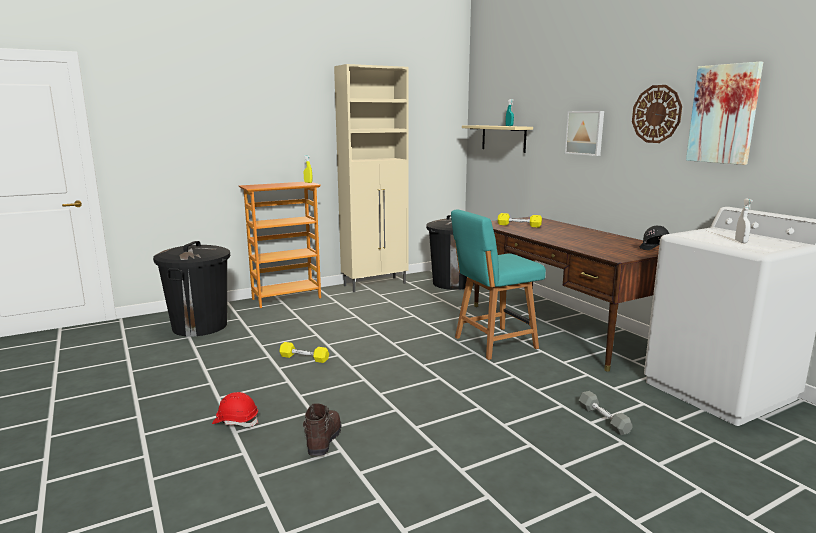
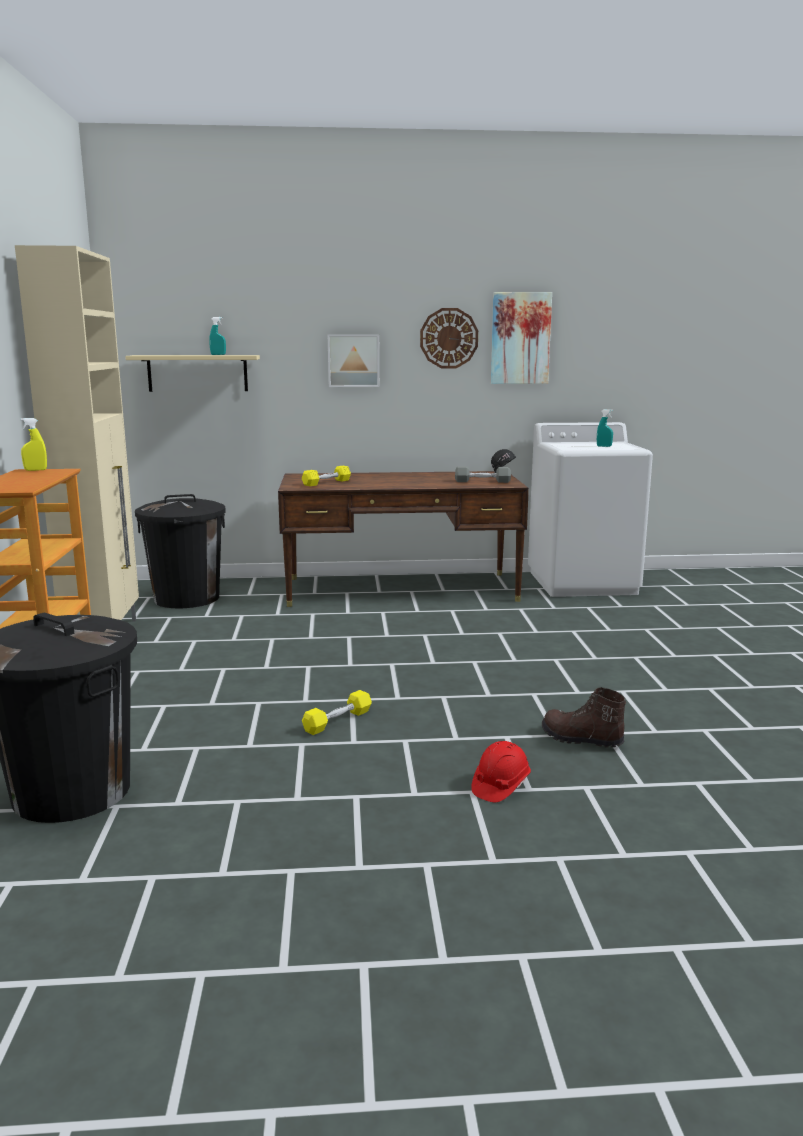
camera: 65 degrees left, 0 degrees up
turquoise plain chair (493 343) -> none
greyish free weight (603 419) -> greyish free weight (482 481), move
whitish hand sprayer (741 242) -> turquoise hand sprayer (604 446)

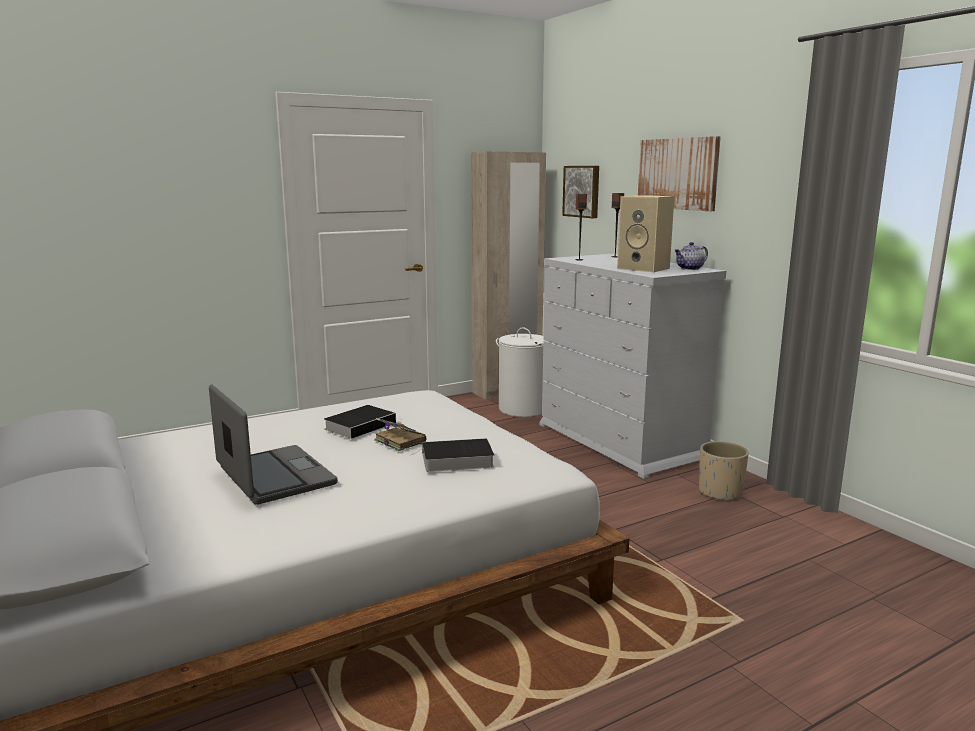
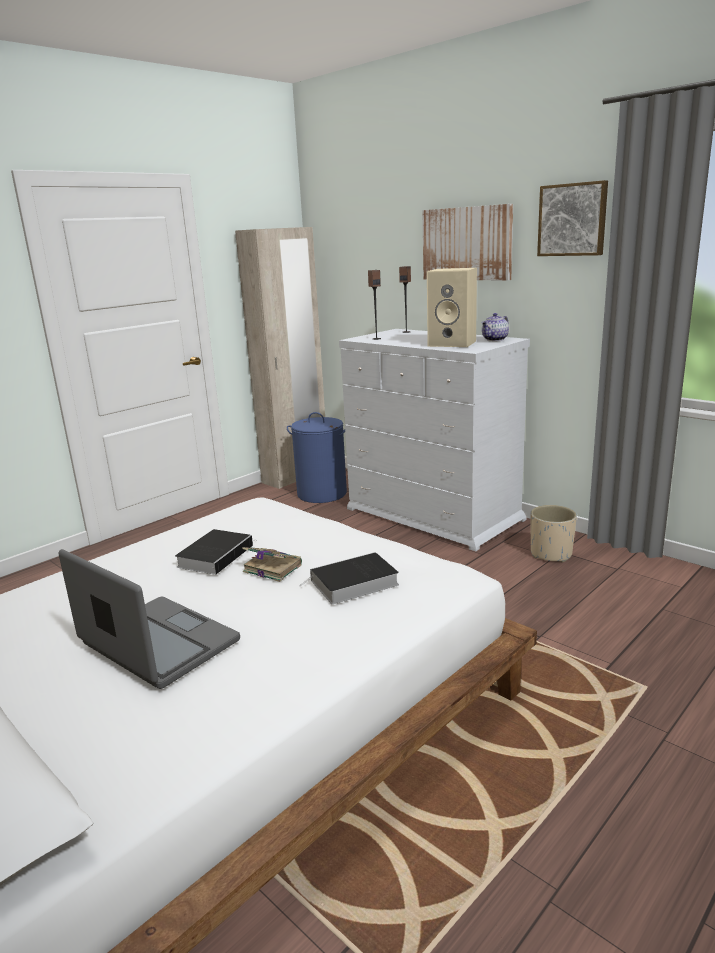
camera: 15 degrees left, 5 degrees up
whitish hamper (523 409) -> blue-coloured hamper (322 494)
wall art (582 191) -> wall art (573 220), move

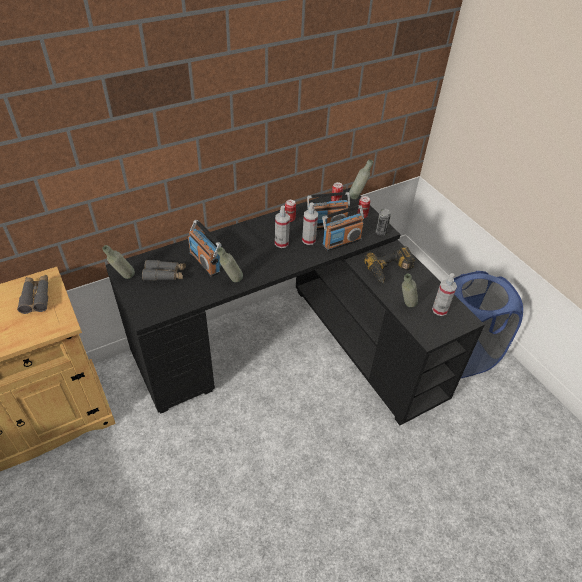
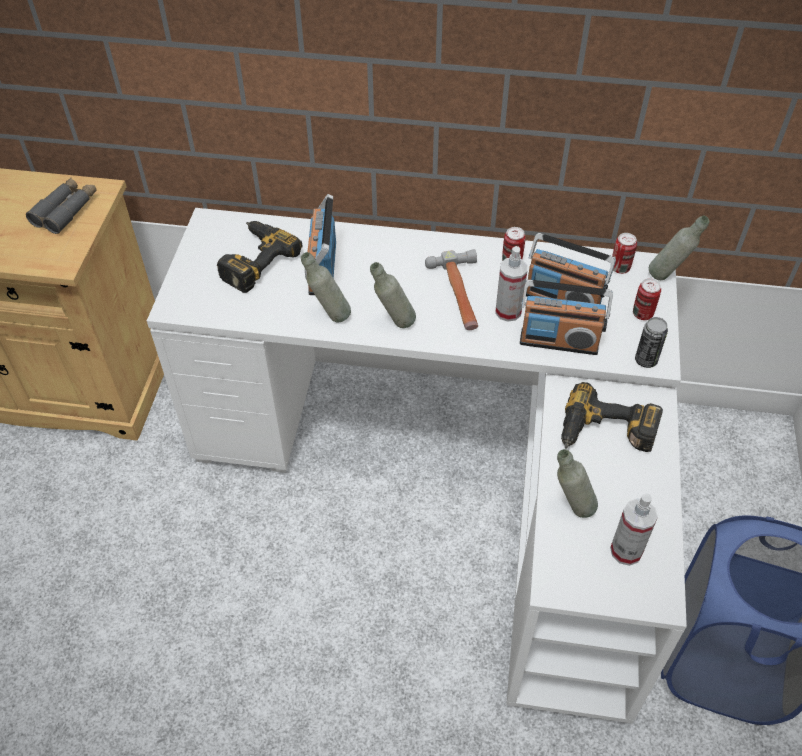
camera: 40 degrees right, 5 degrees up
greyish beverage bottle (123 279) -> greyish beverage bottle (394 324), move
black desk table (294 345) -> whitish desk table (454 476)
greyish binoculars (165 274) -> power drill (253 260)
hand sprayer (281 243) -> hand hammer (460 295)

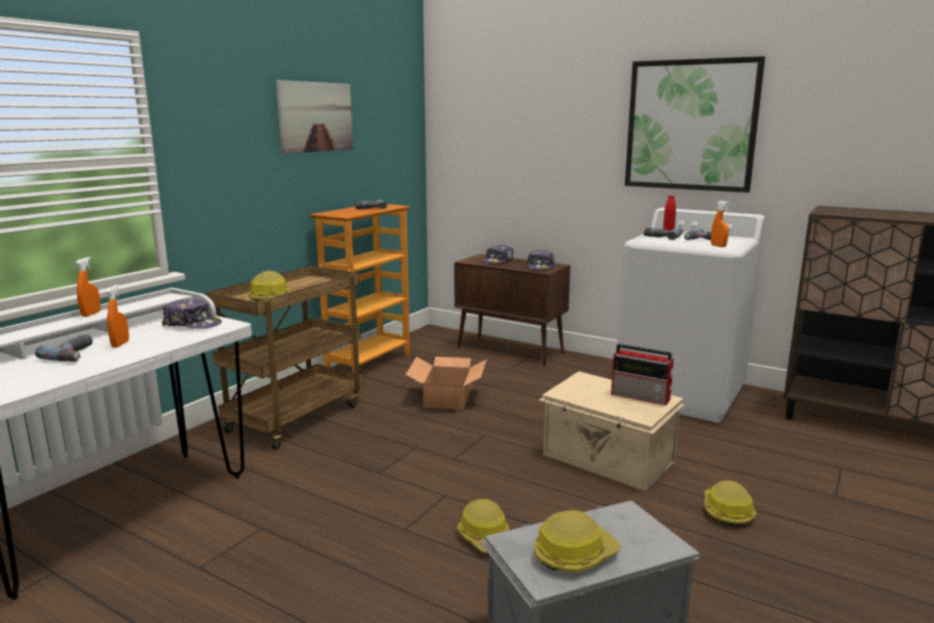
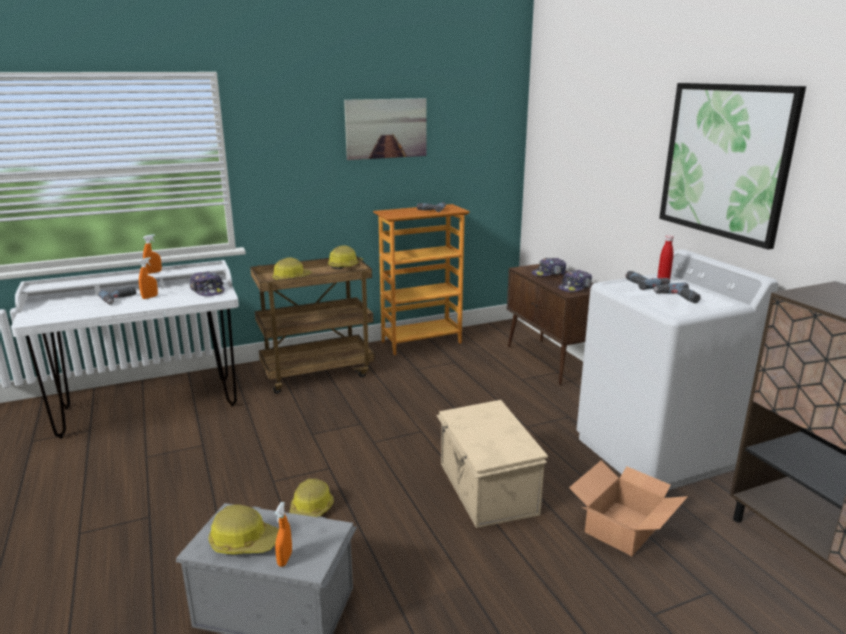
camera: 35 degrees right, 5 degrees up
carton (448 398) -> carton (624 528), move
radio set (642 397) -> none
safety helmet (726 512) -> safety helmet (345 265), move
orange-coloured hand sprayer (718 246) -> orange-coloured hand sprayer (285 559), move

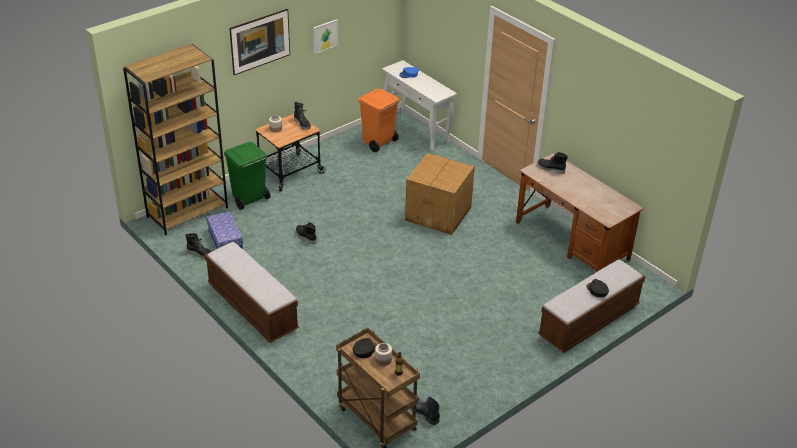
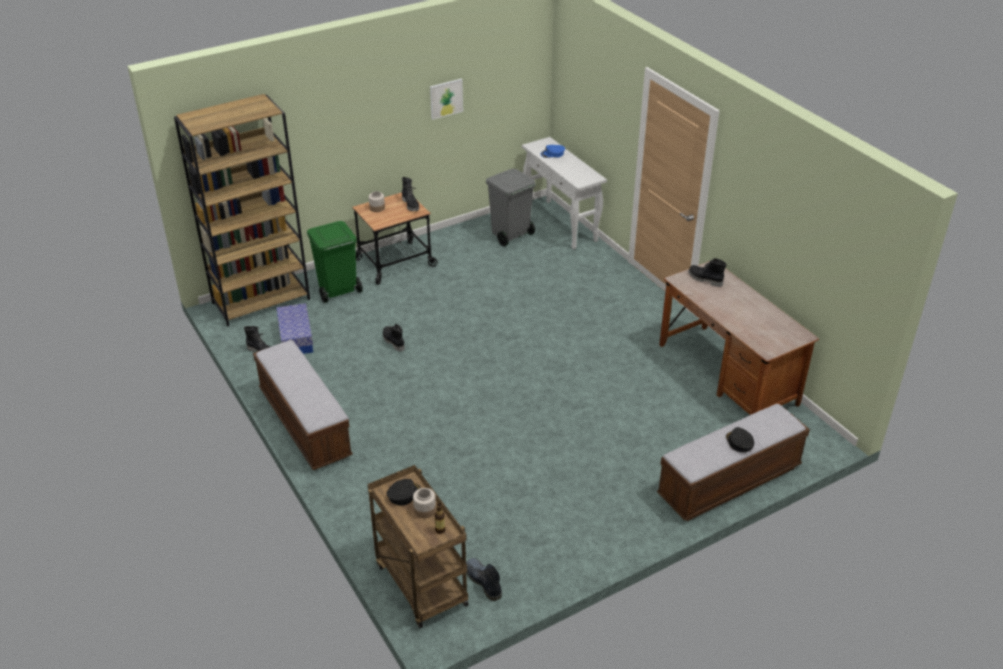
camera: 10 degrees right, 0 degrees up
wall art (261 53) -> none
orange-coloured waste bin (378 143) -> greyish waste bin (510 235)
carton (439 213) -> none

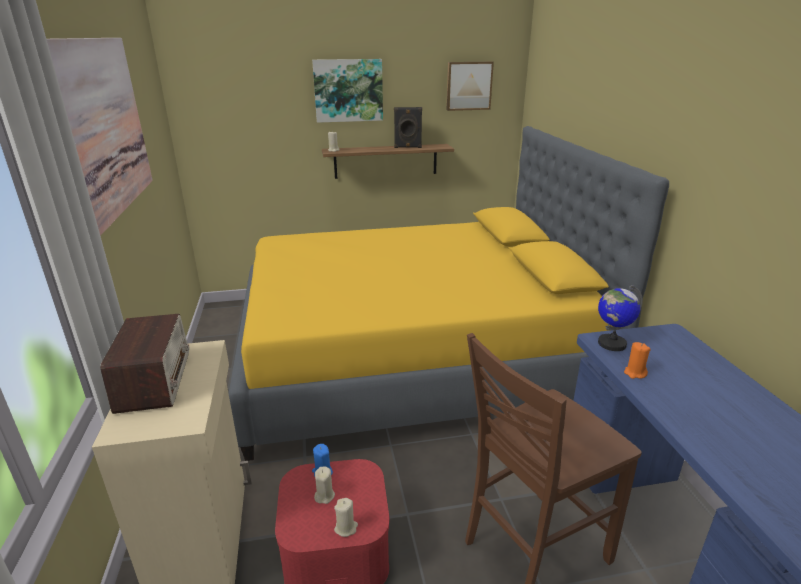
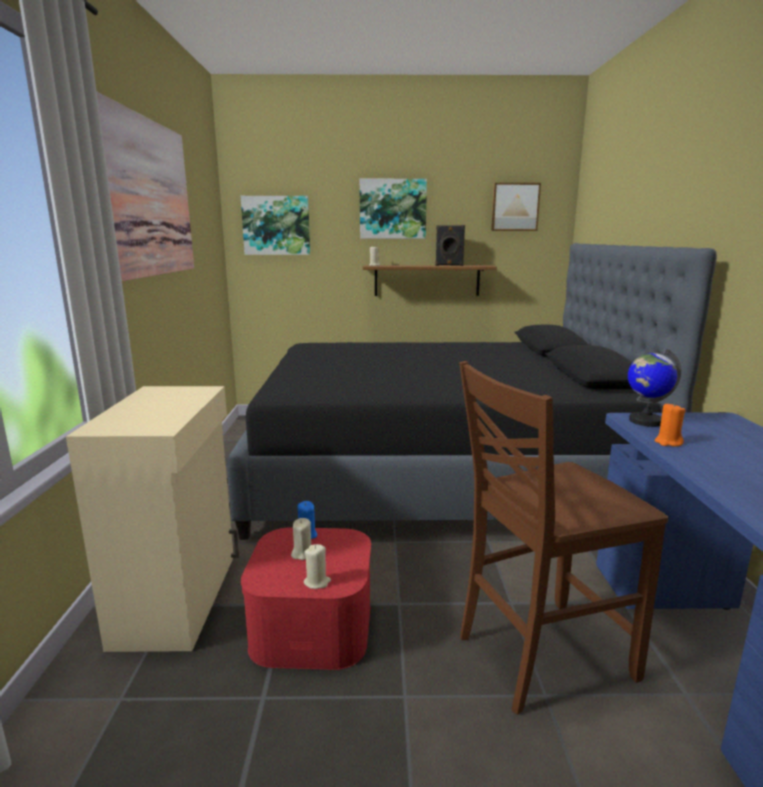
camera: 10 degrees right, 10 degrees down
radio set (154 380) -> none
yellowish bedroom bed (412 357) -> black bedroom bed (436 471)
none -> wall art (276 225)

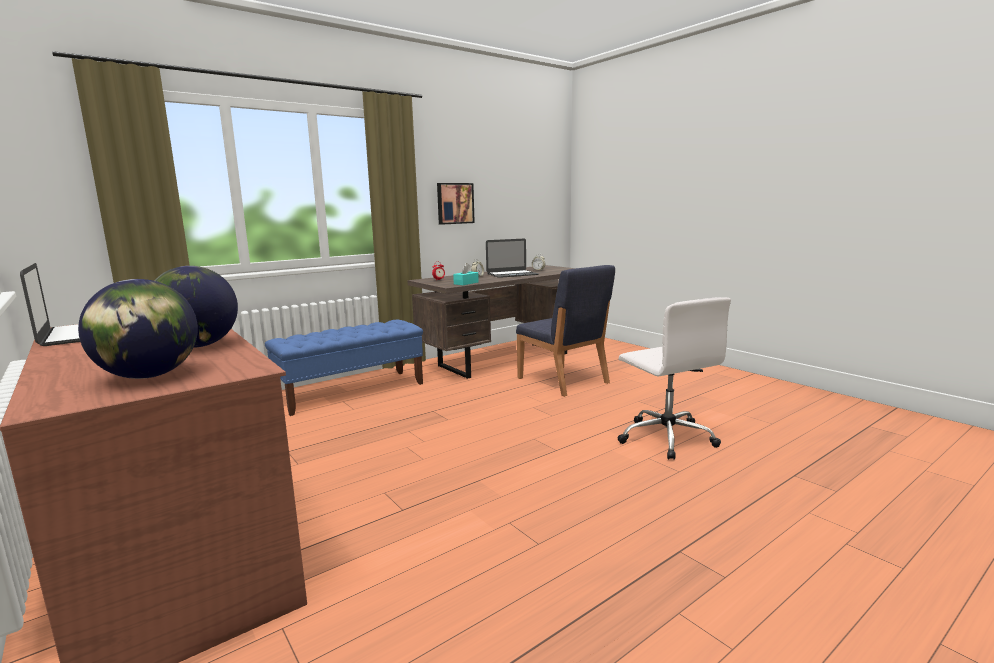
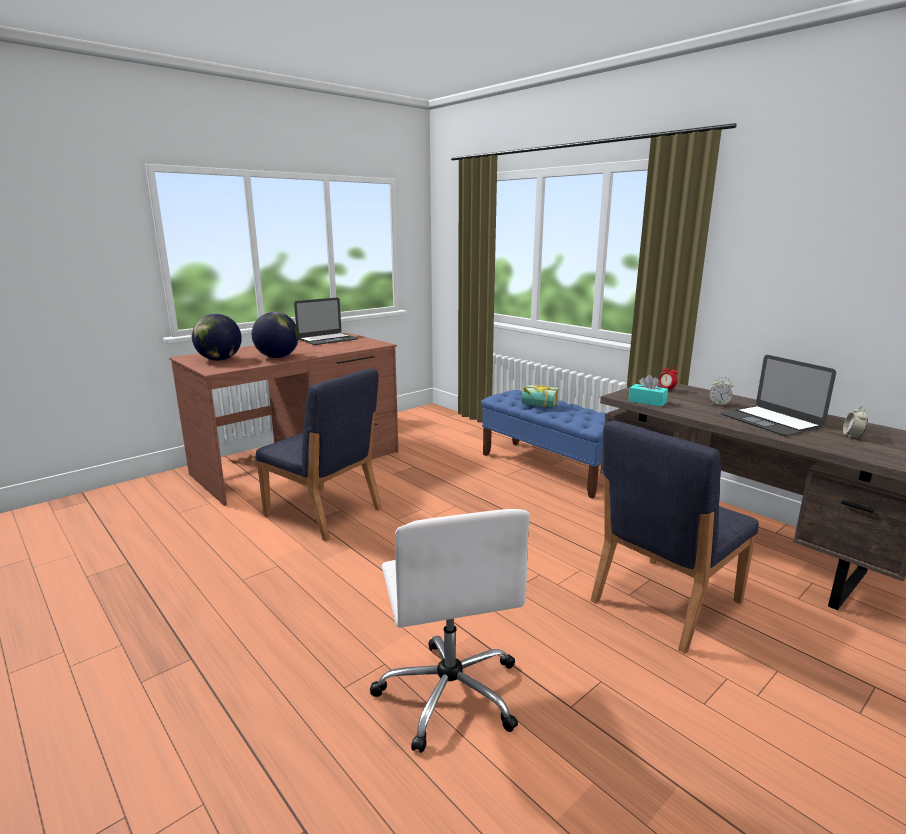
camera: 85 degrees right, 5 degrees up
wall art (454 203) -> none
whitish office chair (666 437) -> whitish office chair (449 692), 75 degrees counterclockwise
none -> blue-coloured plain chair (324 513)
none -> volume (538 405)

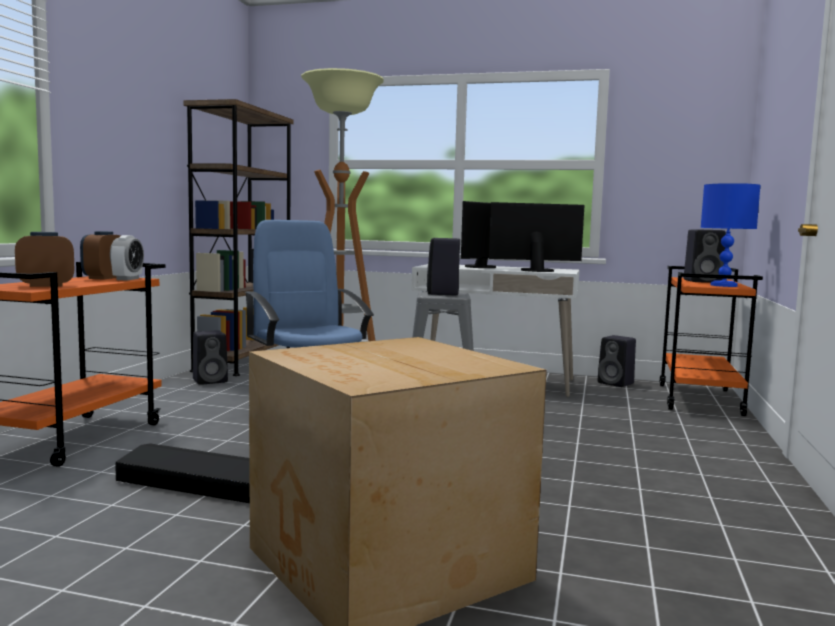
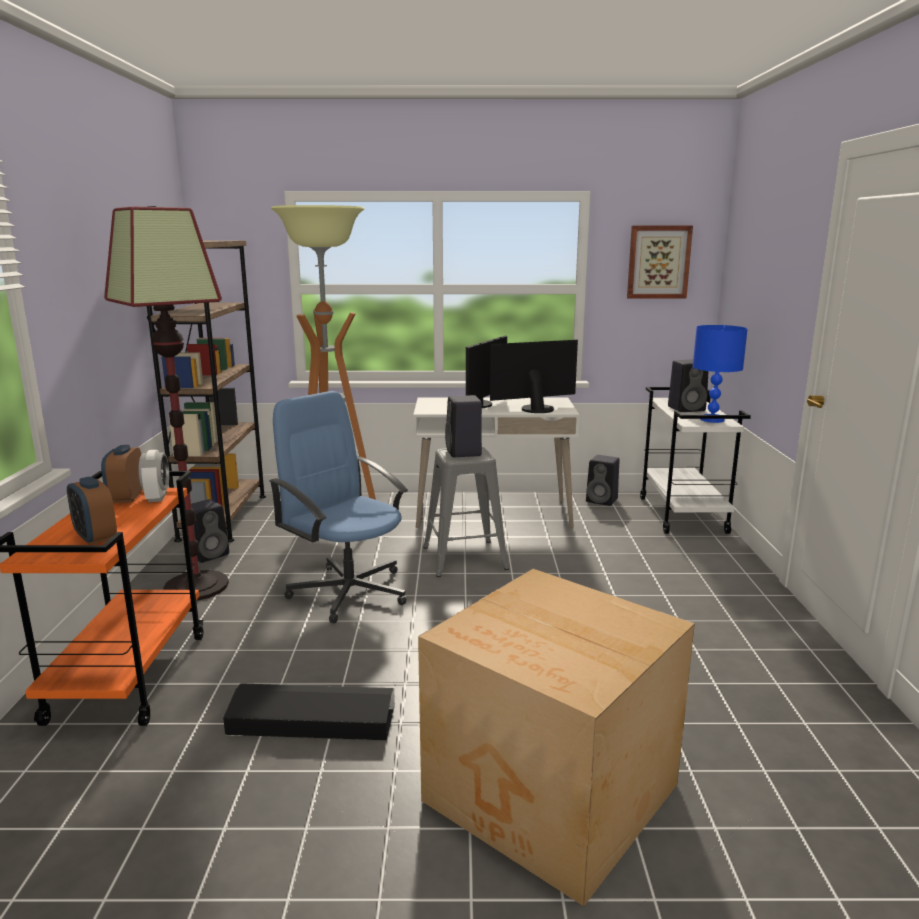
camera: 15 degrees left, 10 degrees up
table clock (46 285) -> table clock (95 537), 90 degrees counterclockwise
orange-coloured wheeled cart (700 400) -> whitish wheeled cart (683 515)
none -> floor lamp (196 586)
none -> wall art (658 262)

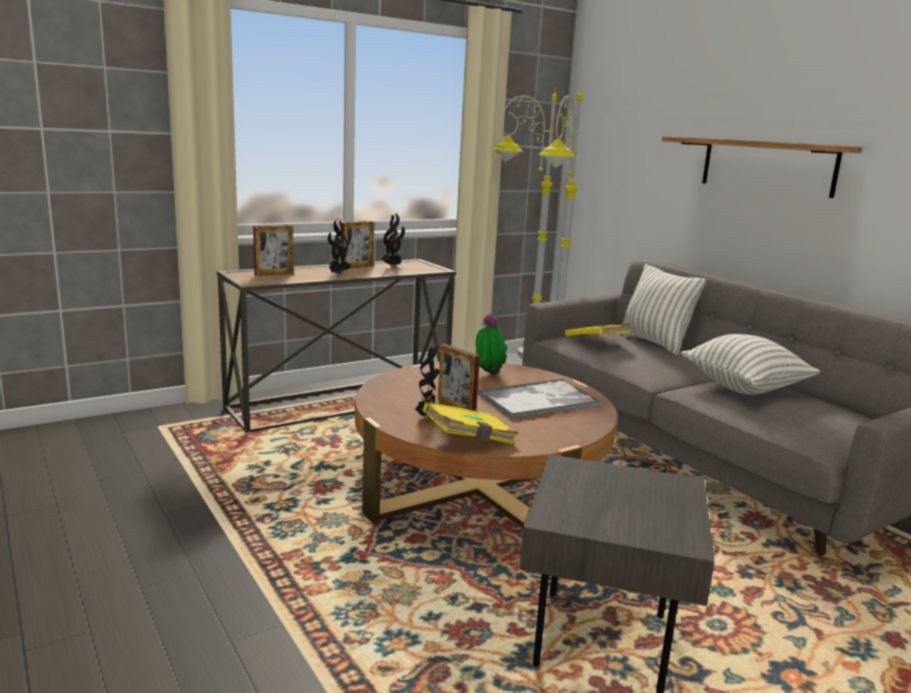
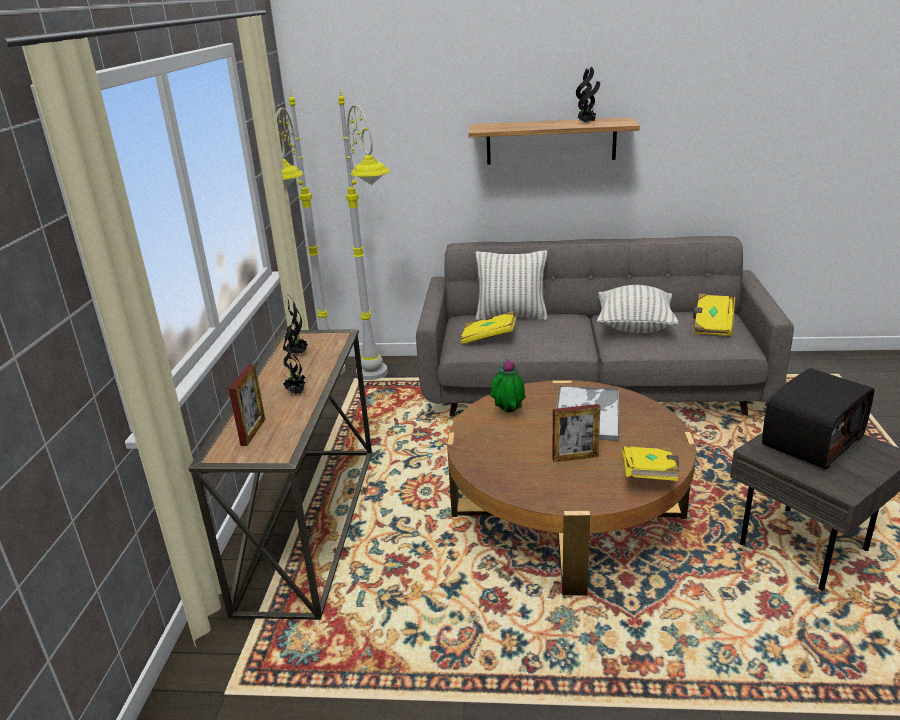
camera: 50 degrees left, 10 degrees up
picture frame (357 267) -> none
houseplant (428 418) -> houseplant (587 123), move
none -> yellowish volume (712 325)
none -> radio set (810 440)

